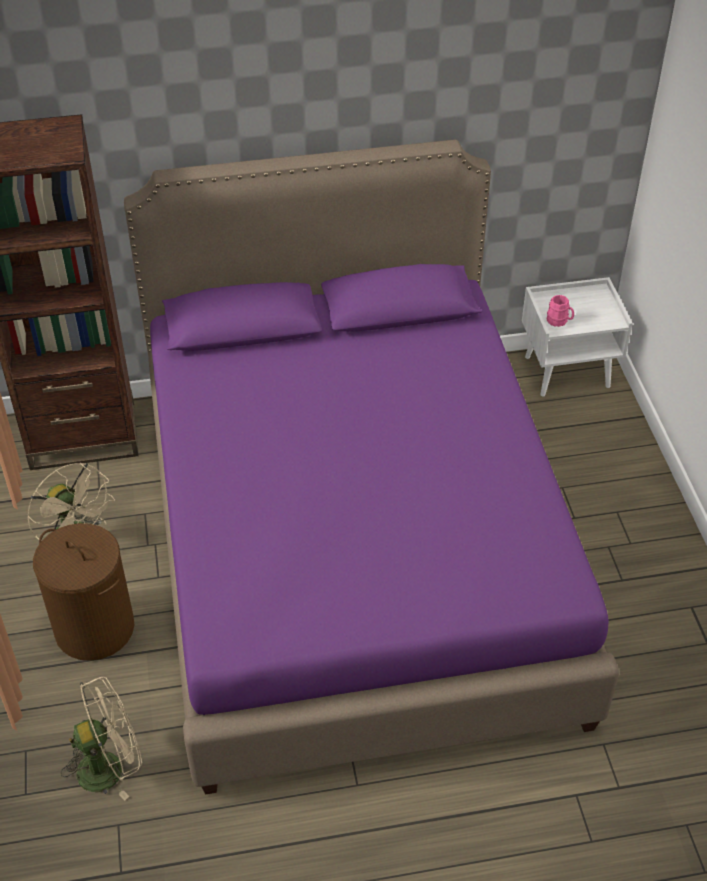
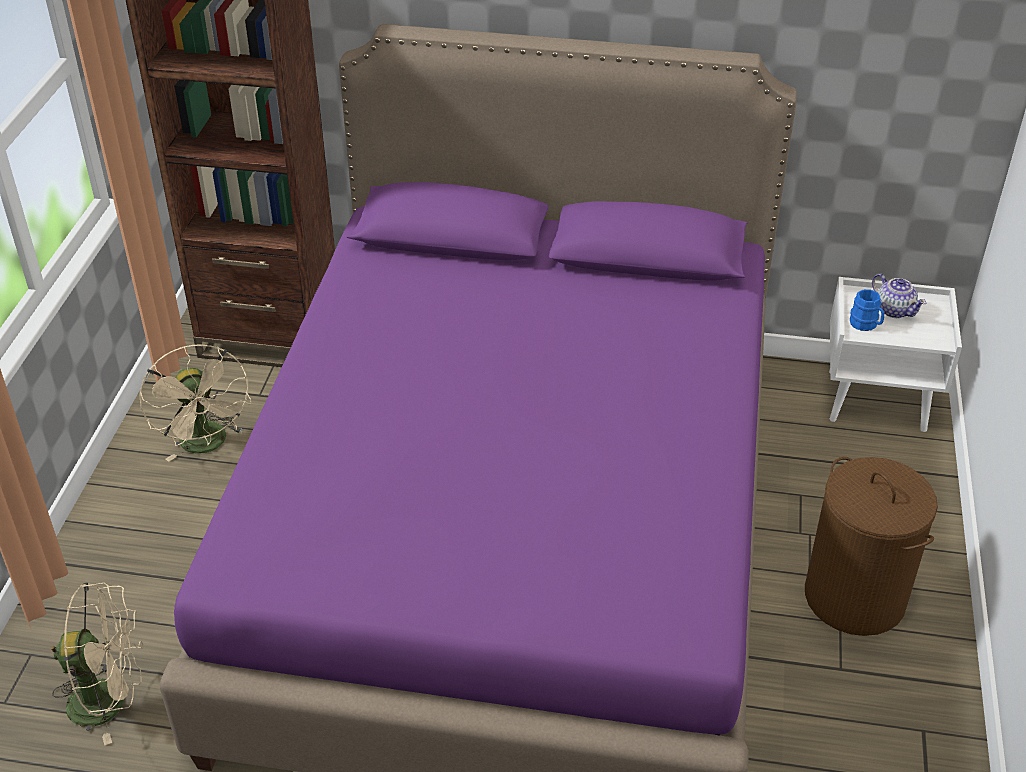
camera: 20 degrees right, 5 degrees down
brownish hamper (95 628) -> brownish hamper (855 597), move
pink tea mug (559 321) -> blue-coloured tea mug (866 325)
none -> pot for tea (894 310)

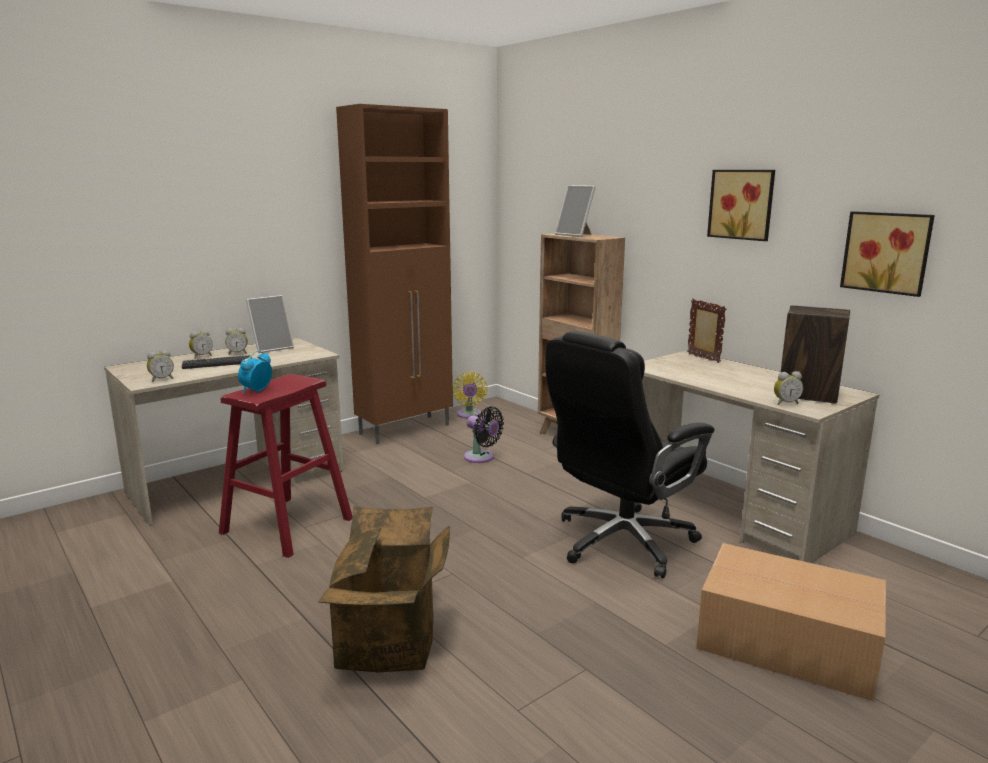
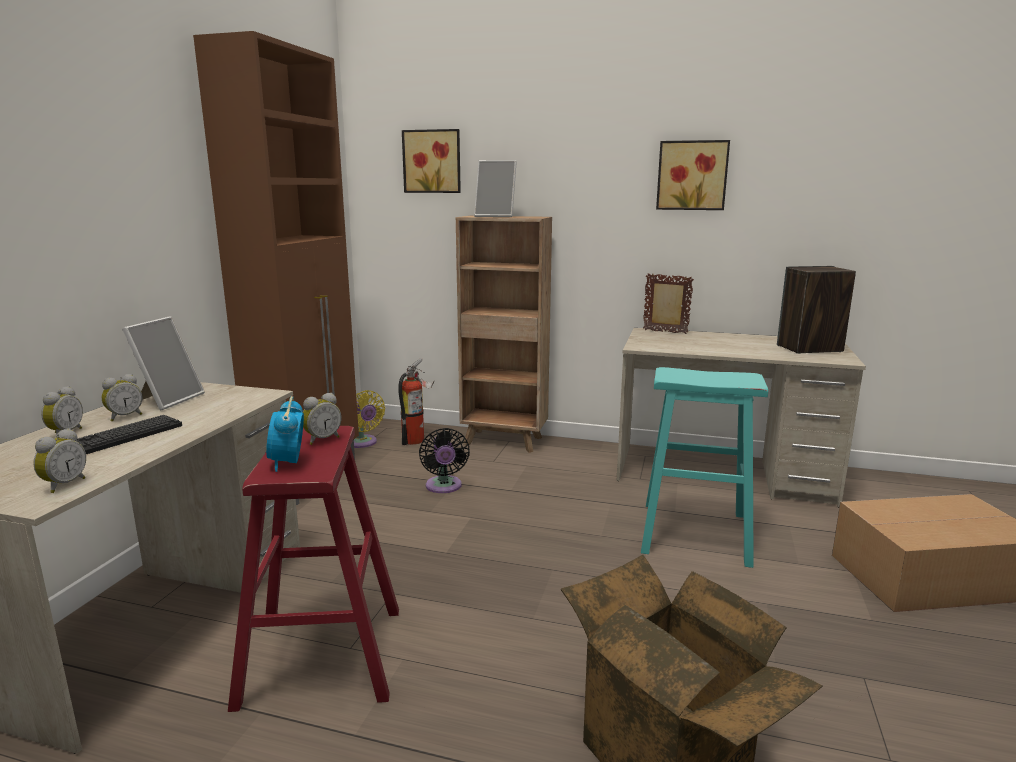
camera: 35 degrees left, 0 degrees up
black electric fan (481 458) -> black electric fan (444 487), 75 degrees clockwise
black office chair (621 542) -> turquoise sitting stool (694 533)
table clock (785 403) -> table clock (322 439), move
wall art (887 252) -> wall art (432 161), move
none -> fire-fighting cylinder (416 440)

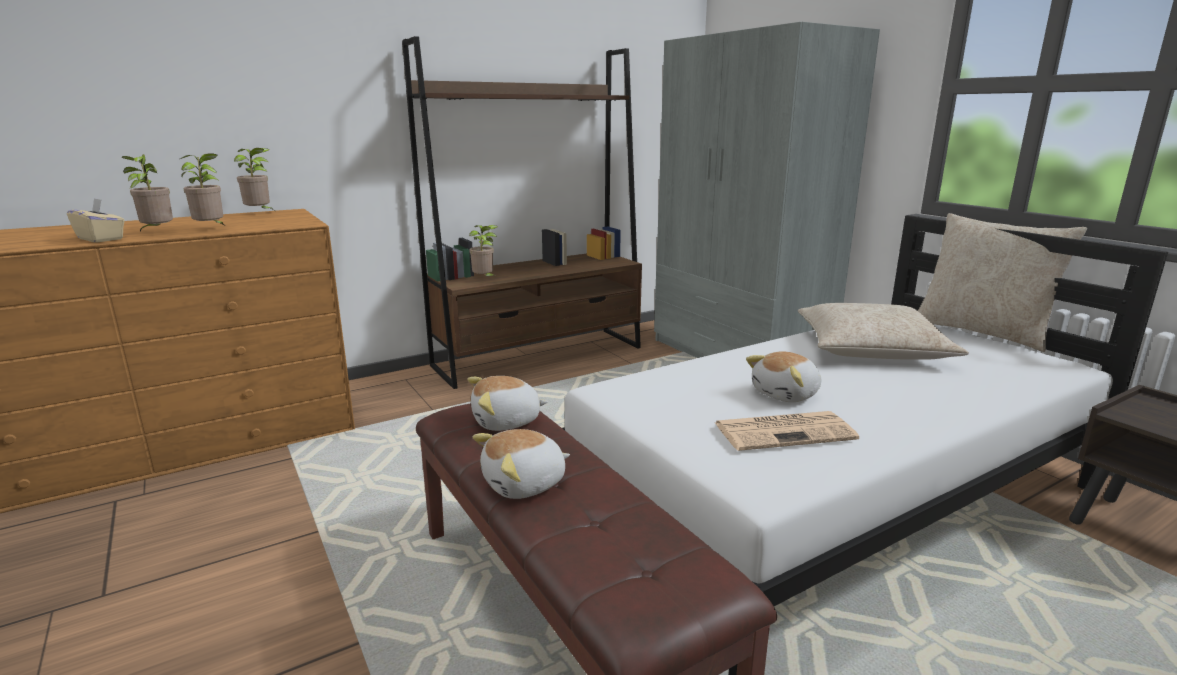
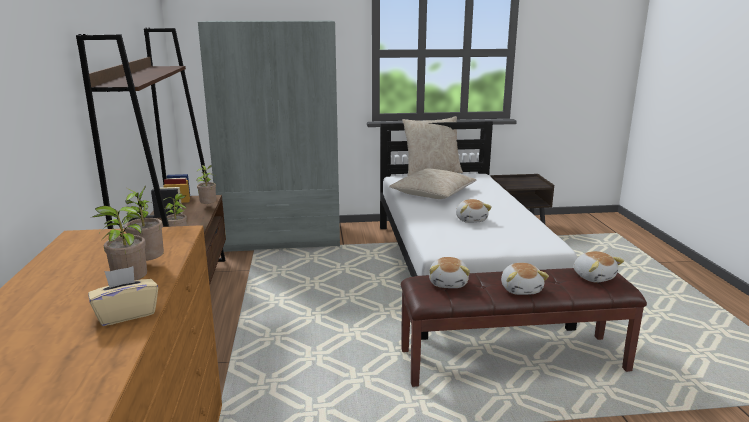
camera: 65 degrees left, 0 degrees up
houseplant (260 213) -> houseplant (208 207), move
printed paper (785 431) -> none
none -> soft toy (593 277)

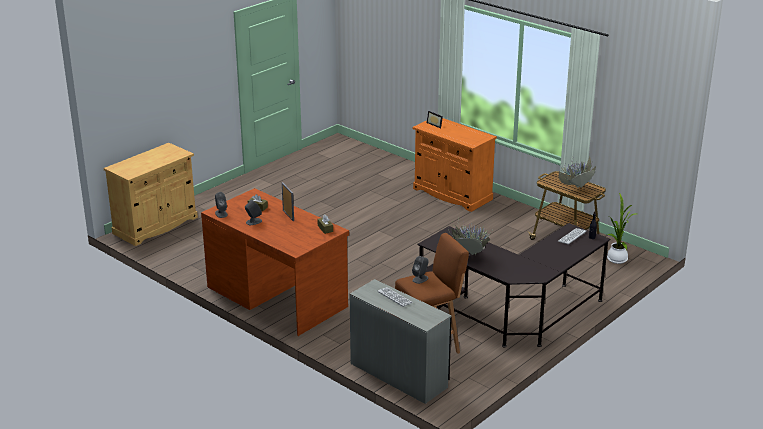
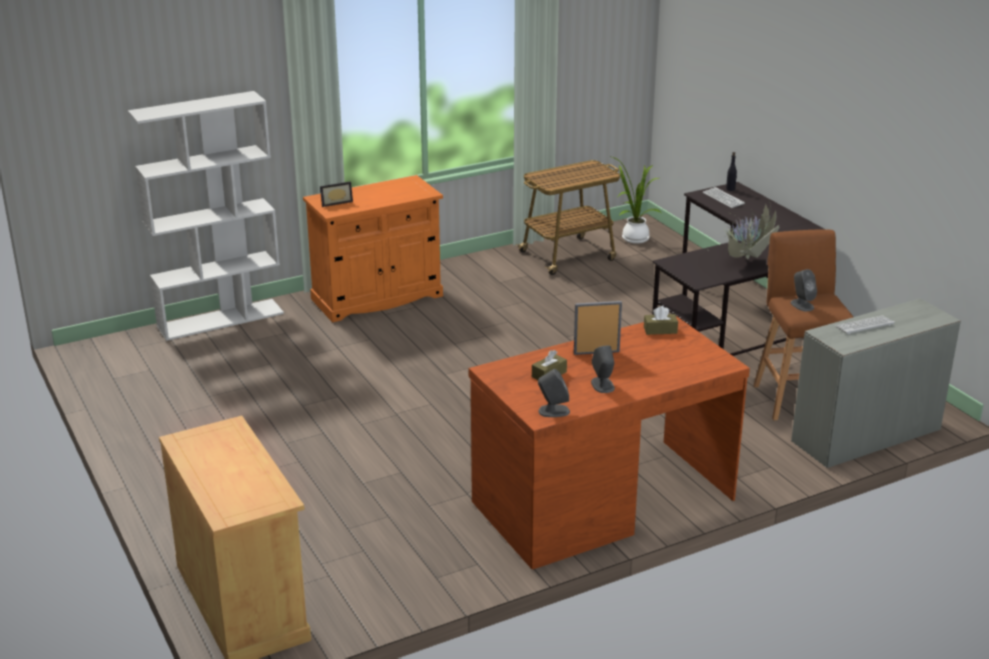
camera: 70 degrees left, 0 degrees up
houseplant (575 189) -> none
none -> whitish bookcase (221 319)

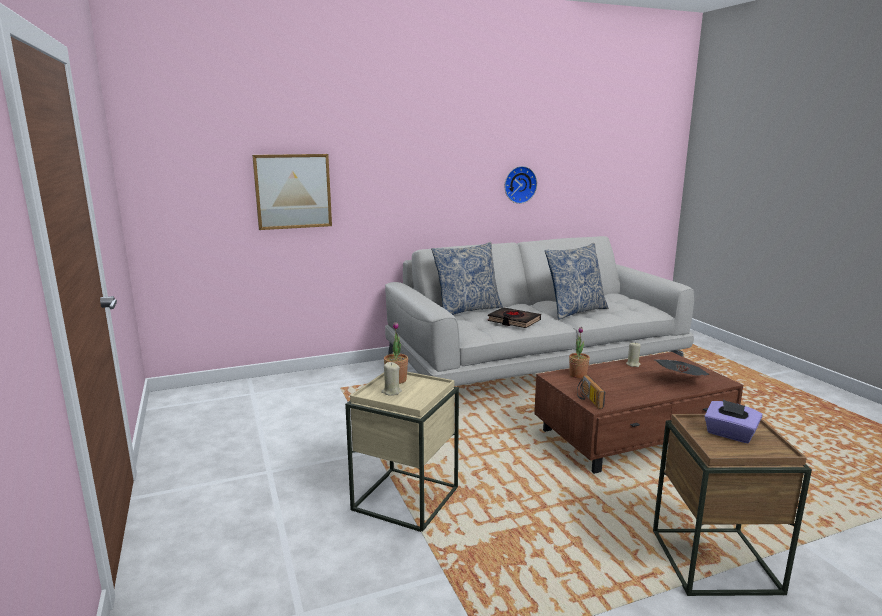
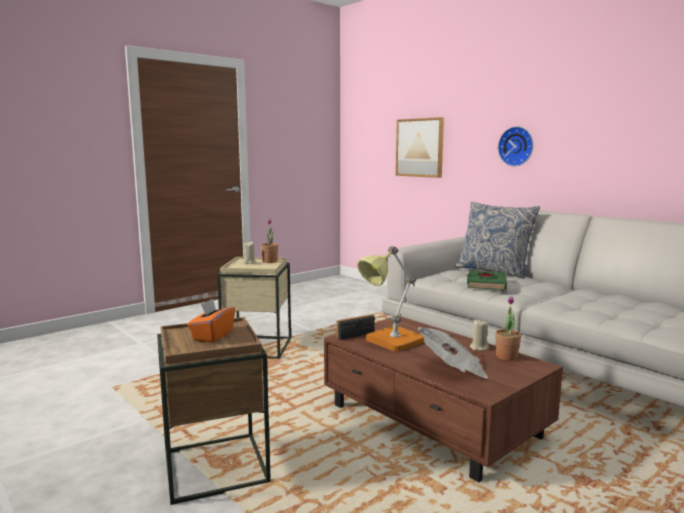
camera: 70 degrees right, 5 degrees down
black volume (513 321) -> green volume (486 284)
wall clock (519 184) -> wall clock (517 146), move
throw pillow (575 311) -> none
houseplant (578 375) -> houseplant (506 357), move
purplish tissue box (730 434) -> orange-coloured tissue box (212 336)
none -> lamp for a table (390 342)

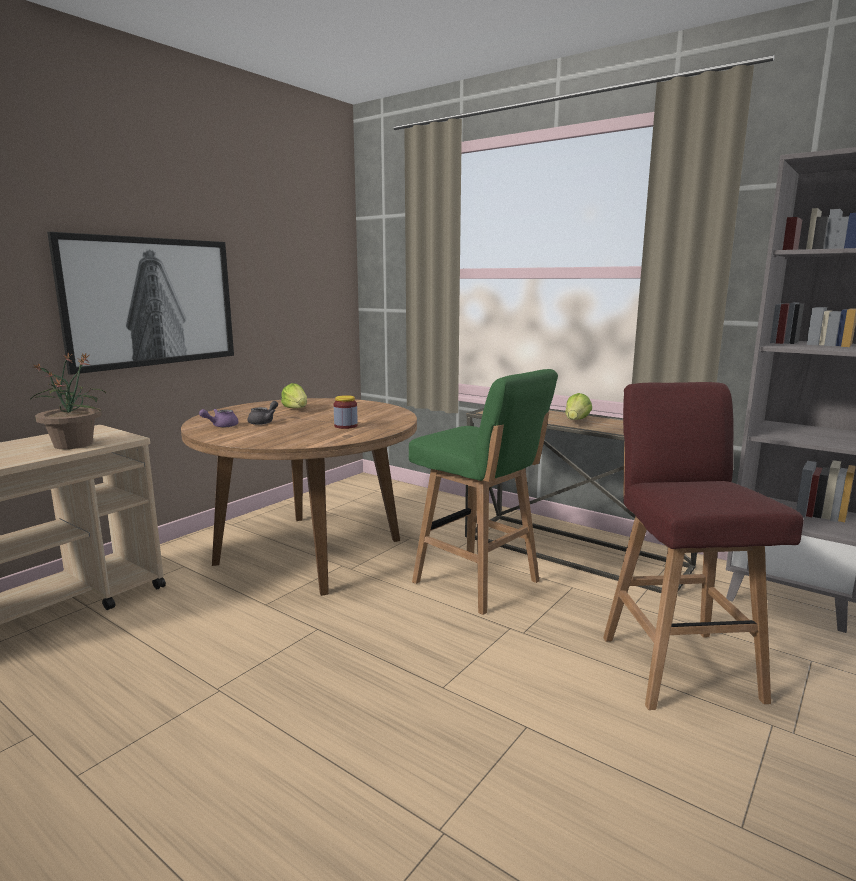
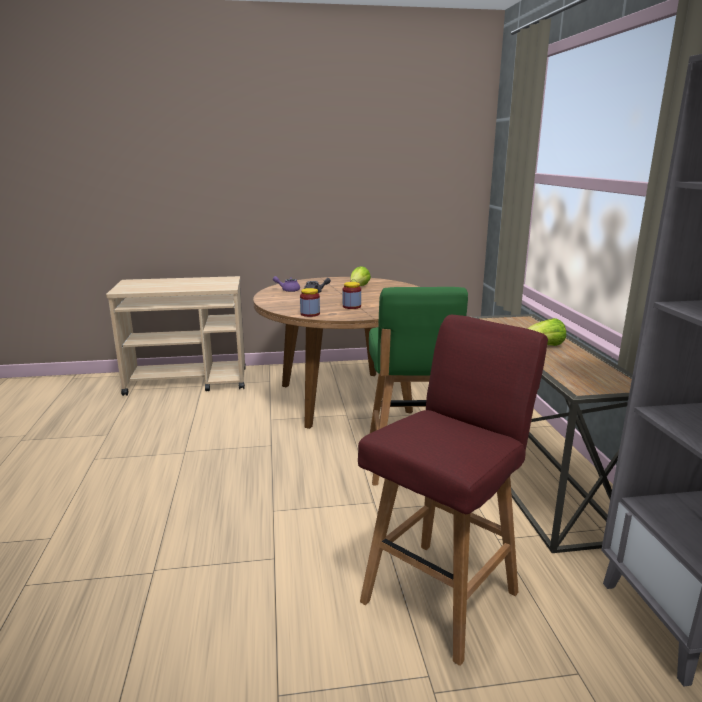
camera: 45 degrees right, 5 degrees up
houseplant (73 444) -> none
wall art (151 302) -> none
none -> preserve jar (310 314)

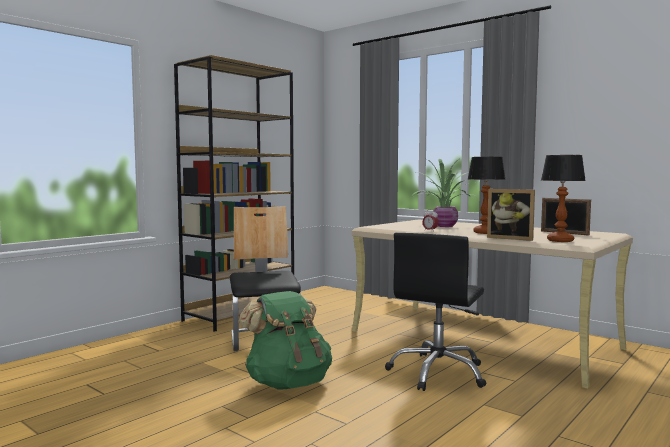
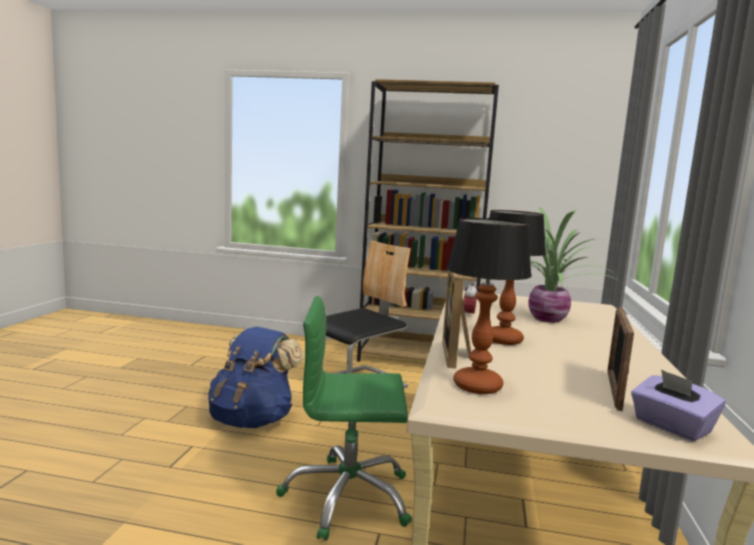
camera: 60 degrees right, 5 degrees up
green knapsack (288 383) -> blue-coloured knapsack (252 419)
black office chair (438 373) -> green office chair (347 497)
none -> purplish tissue box (671 427)

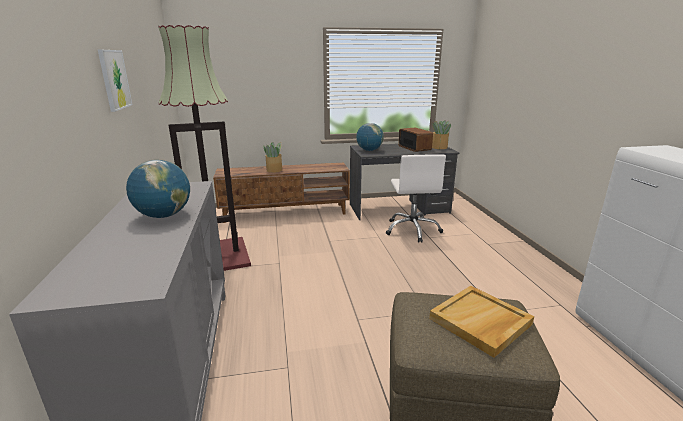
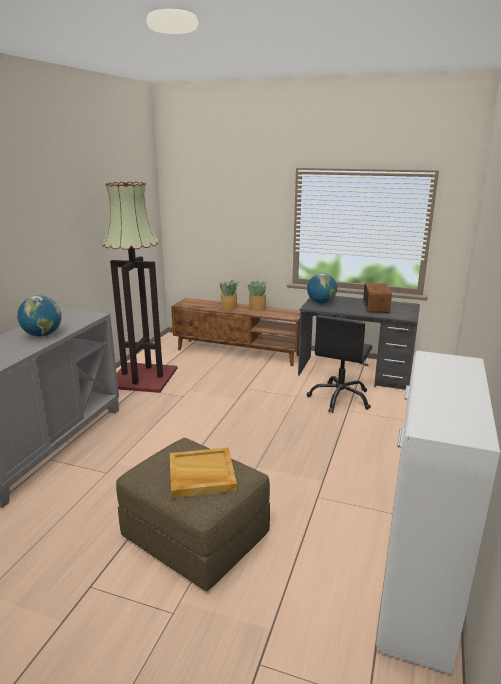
camera: 30 degrees right, 0 degrees up
wall art (114 79) -> none
whitish office chair (412 230) -> black office chair (340 398)
houseplant (439 147) -> houseplant (257 308), move

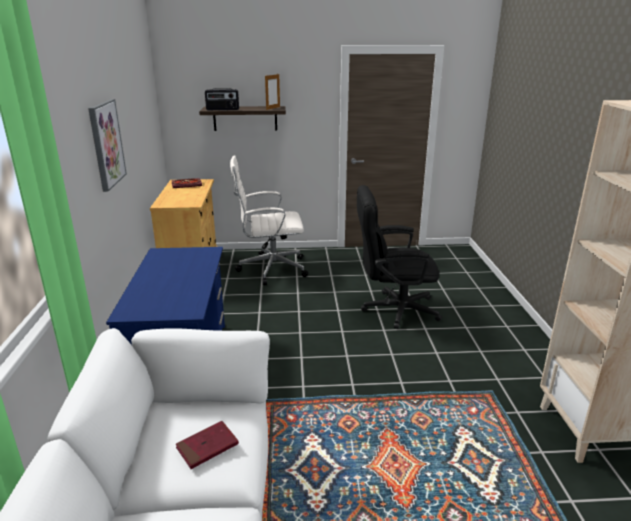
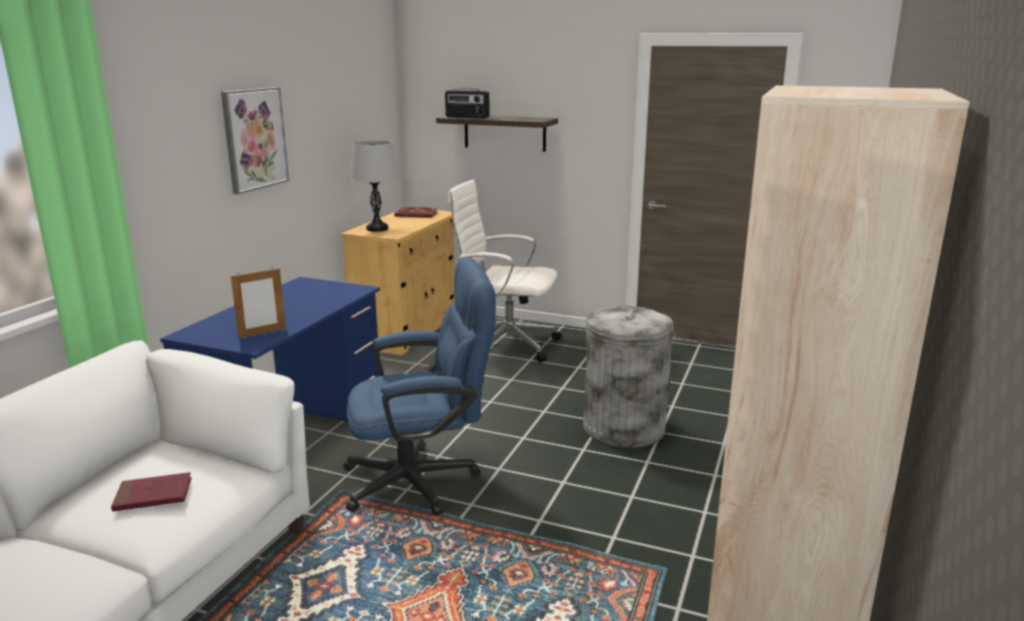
camera: 25 degrees right, 5 degrees down
picture frame (273 108) -> picture frame (262 333), move
black office chair (393 309) -> greyish waste bin (623 427)
none -> blue-coloured office chair (423 480)
none -> greyish lamp for a table (377 229)

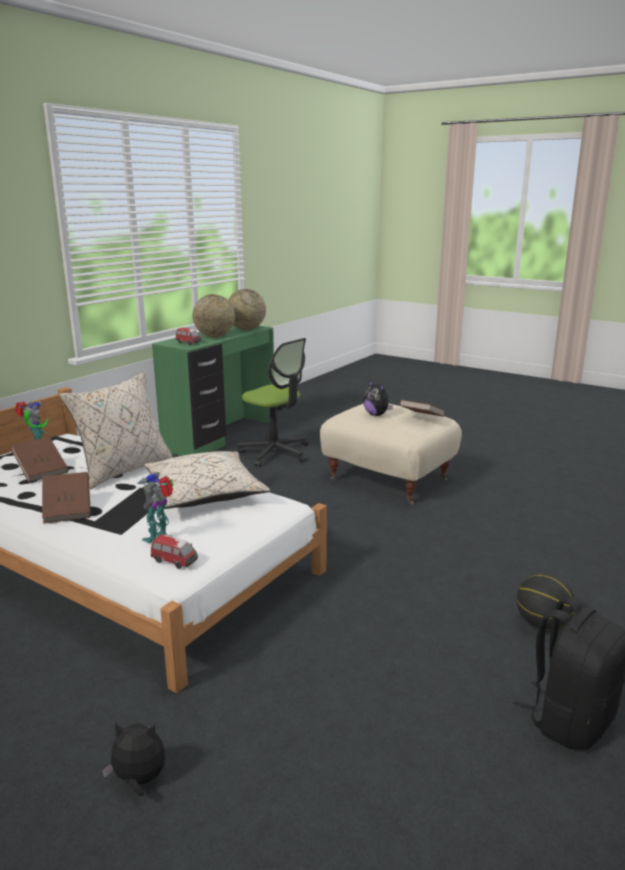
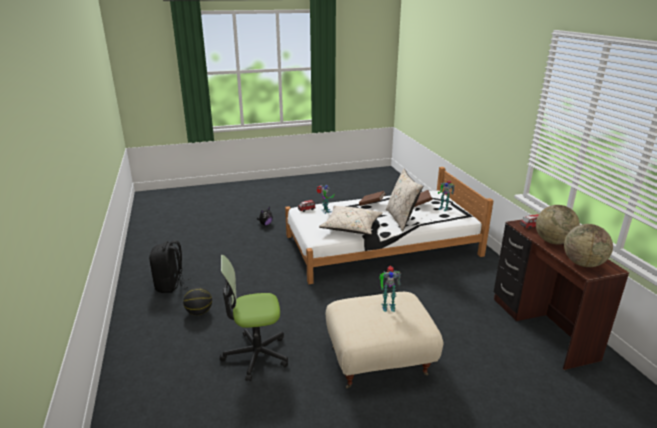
camera: 130 degrees right, 5 degrees up
green desk table (222 436) -> brownish desk table (541 328)
office chair (275 453) -> office chair (256 355), move
soft toy (376 415) -> toy robot (387 306)
brownish volume (421 418) -> none

